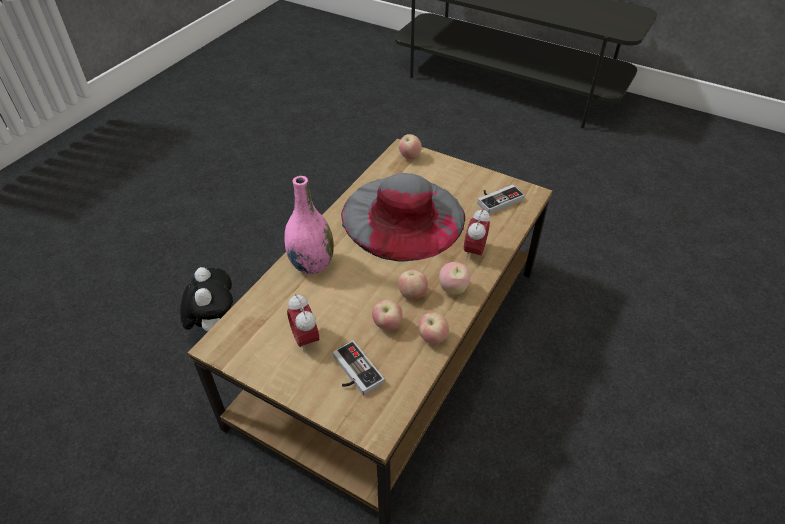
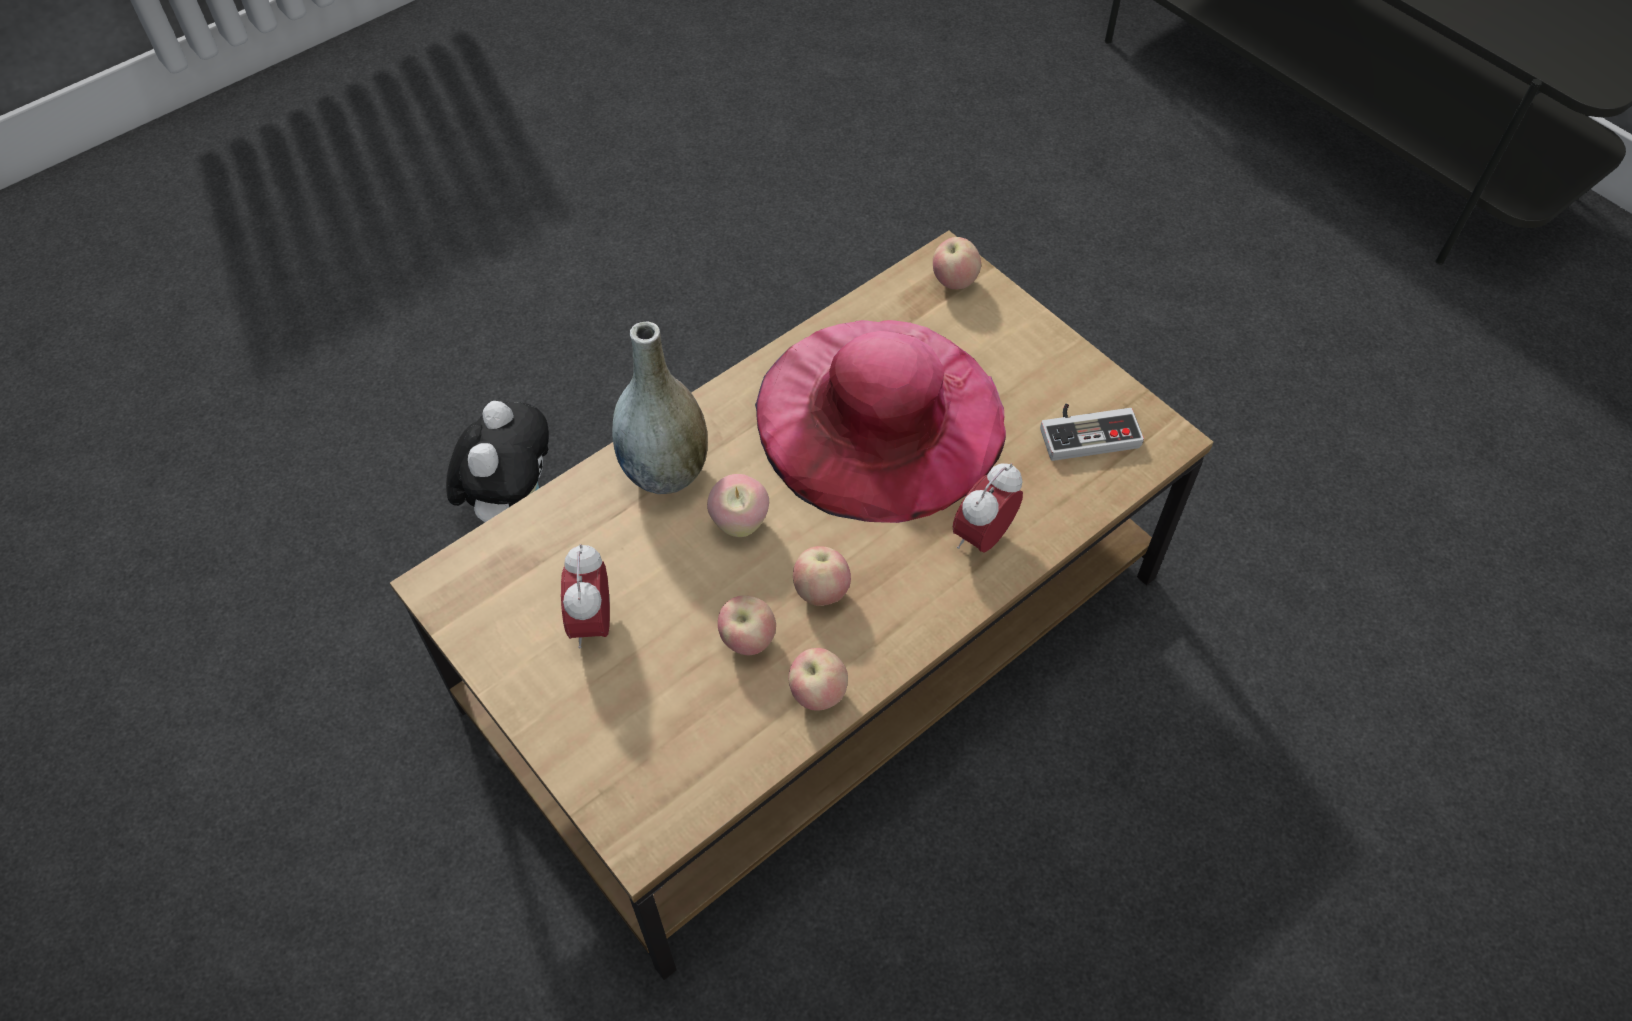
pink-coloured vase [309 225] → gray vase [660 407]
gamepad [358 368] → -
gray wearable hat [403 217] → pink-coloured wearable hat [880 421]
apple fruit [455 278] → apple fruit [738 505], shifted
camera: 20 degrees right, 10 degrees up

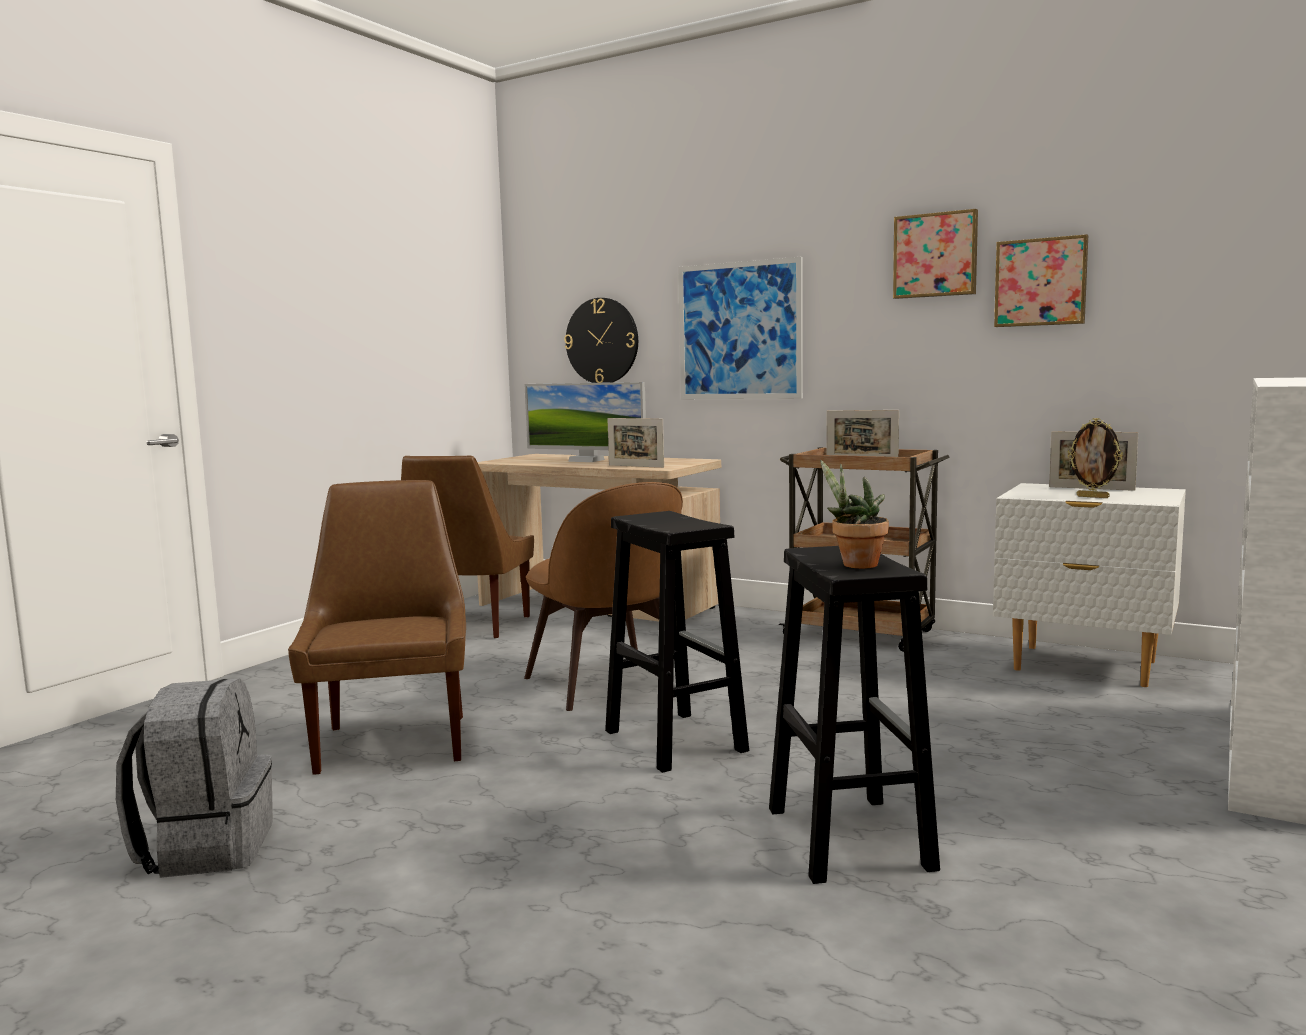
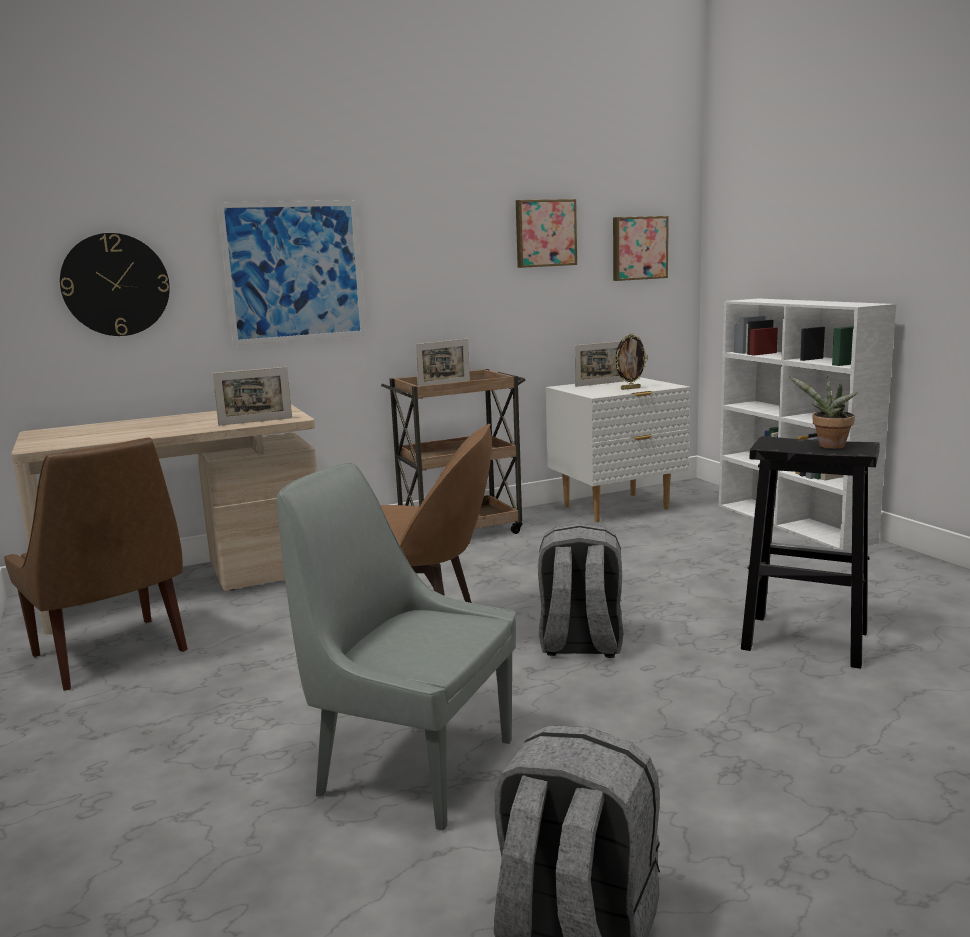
brown upright chair [377 627] → gray upright chair [396 646]
computer screen [585 422] → -
black stool [677 642] → gray rucksack [580 590]
wall picture [935 254] → wall picture [641 248], shifted
camera: 55 degrees left, 5 degrees up

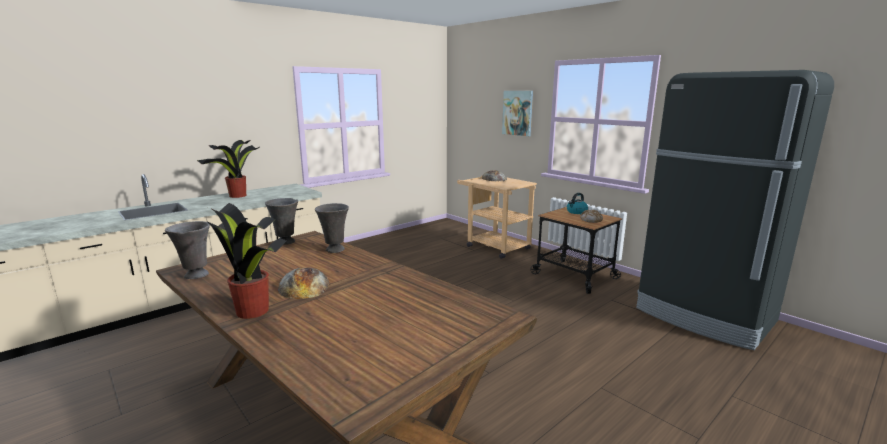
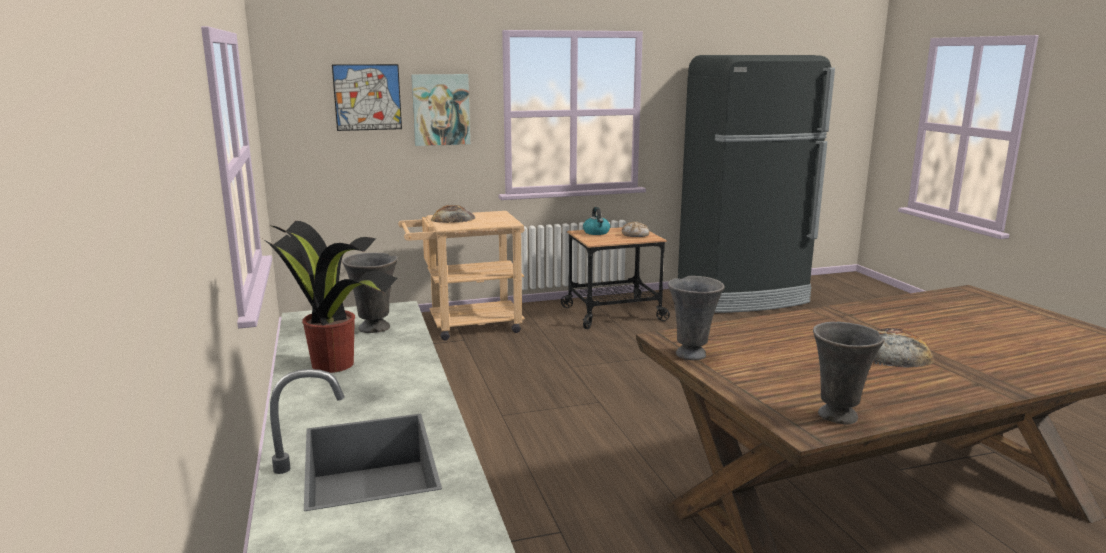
houseplant [246 261] → -
gray vase [332 228] → gray vase [370 293], shifted
- → wall picture [367 97]
camera: 65 degrees left, 0 degrees up

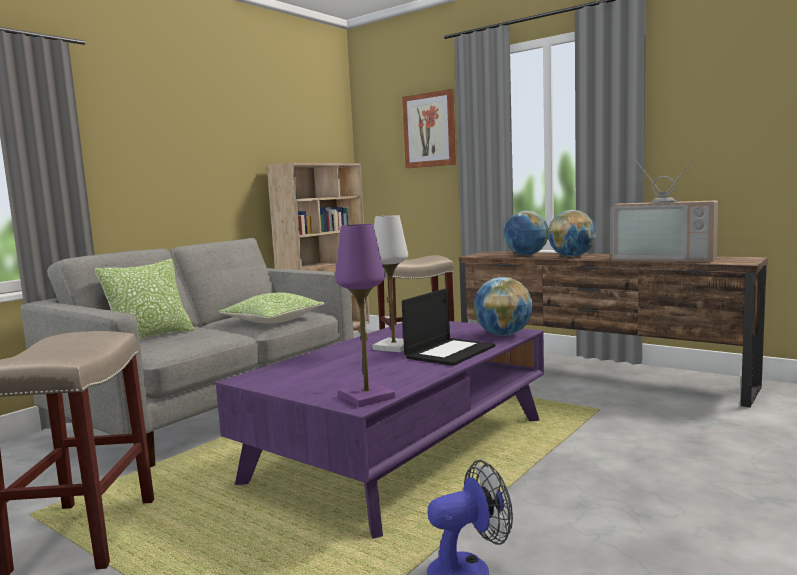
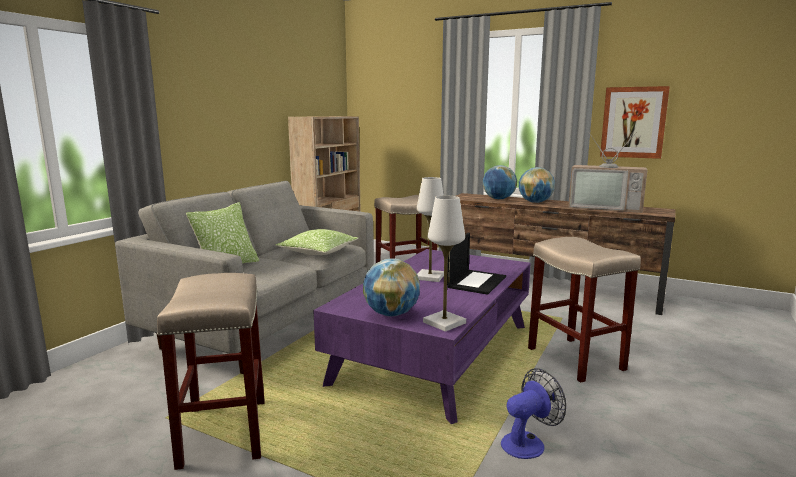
purple lamp for a table [365 315] → white lamp for a table [444 264]
wall picture [429 128] → wall picture [635 122], shifted
globe [502 306] → globe [391 287], shifted
- → beige stool [584 310]
camera: 10 degrees left, 5 degrees up

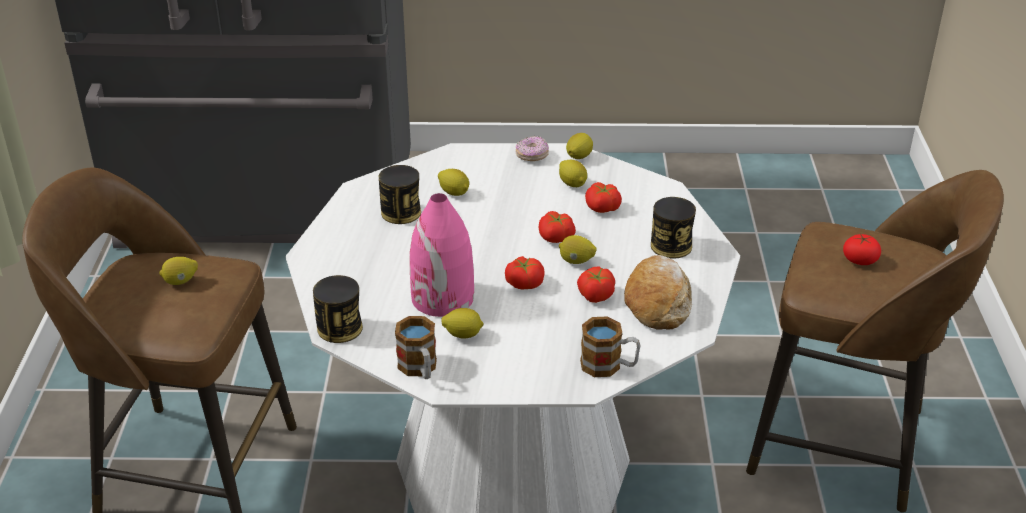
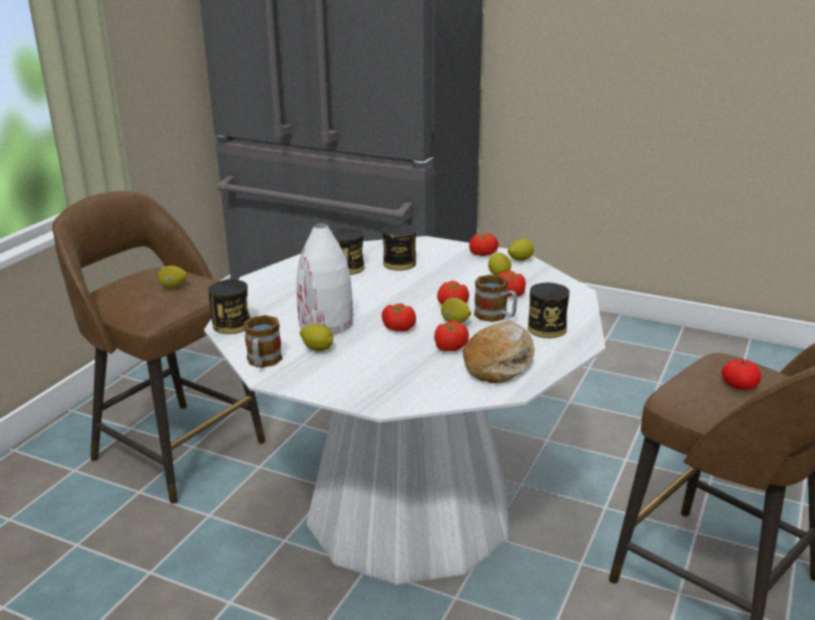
pink-coloured vase [442 255] → white vase [325 279]
whole lemon [453 182] → can [399 247]
doughnut [532 148] → whole tomato [483 244]
mug [610 346] → mug [496 298], shifted
camera: 25 degrees right, 10 degrees down

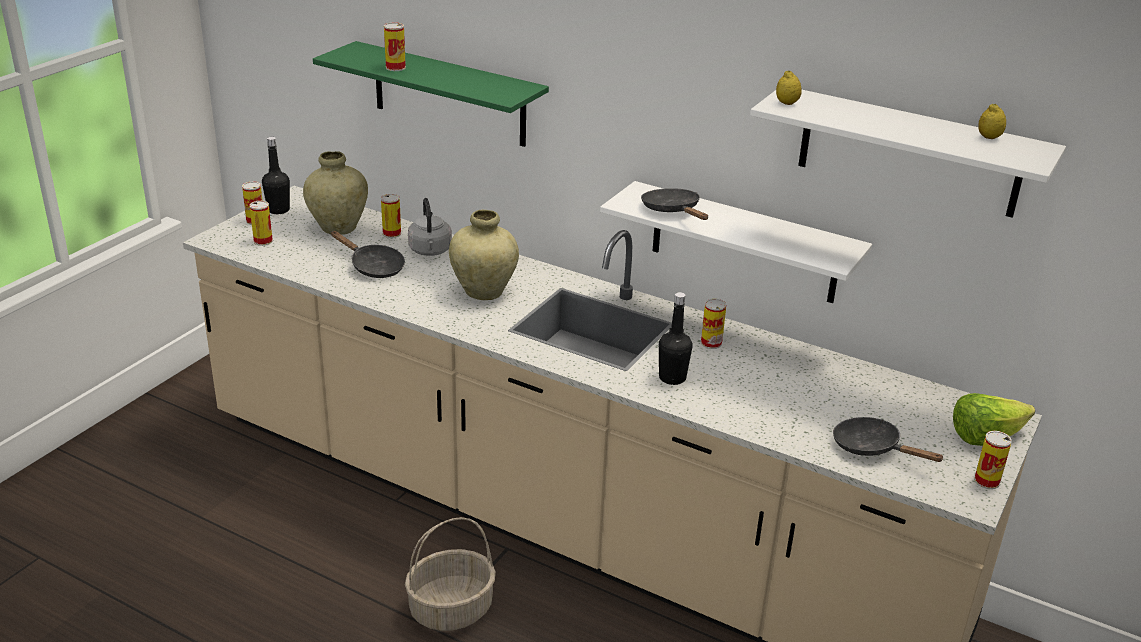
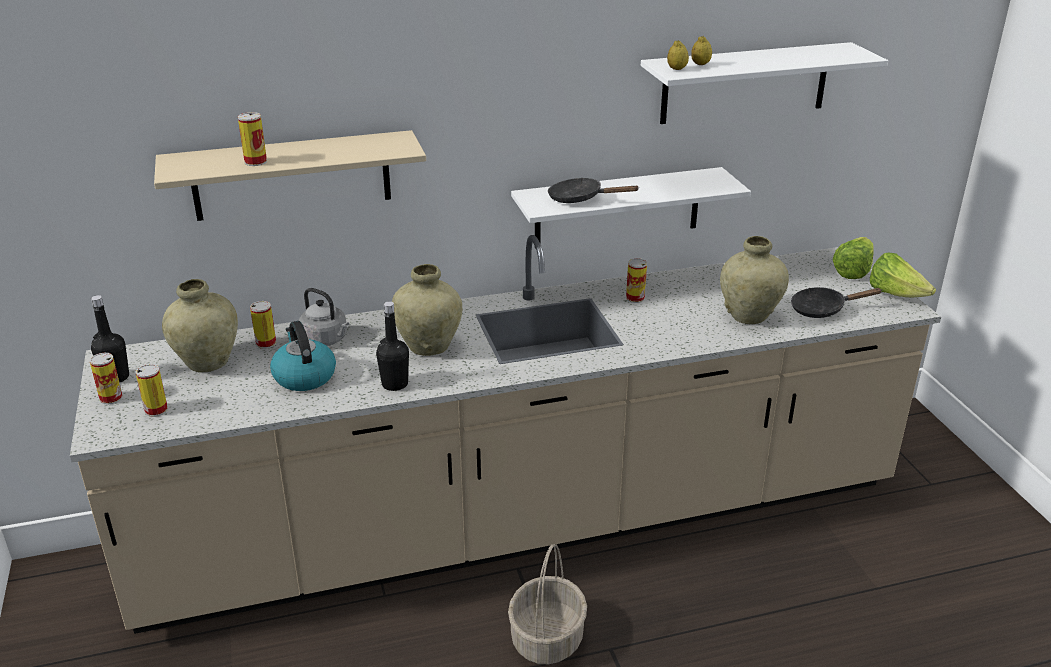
greenish wall shelf [431 94] → beige wall shelf [290 175]
black skillet [368 254] → kettle [303 356]
black drink bottle [676 338] → black drink bottle [392 346], shifted
can [993 460] → lettuce head [903 275]
whole lemon [992 121] → whole lemon [701 50], shifted
- → beige vase [754 280]
camera: 45 degrees left, 0 degrees up

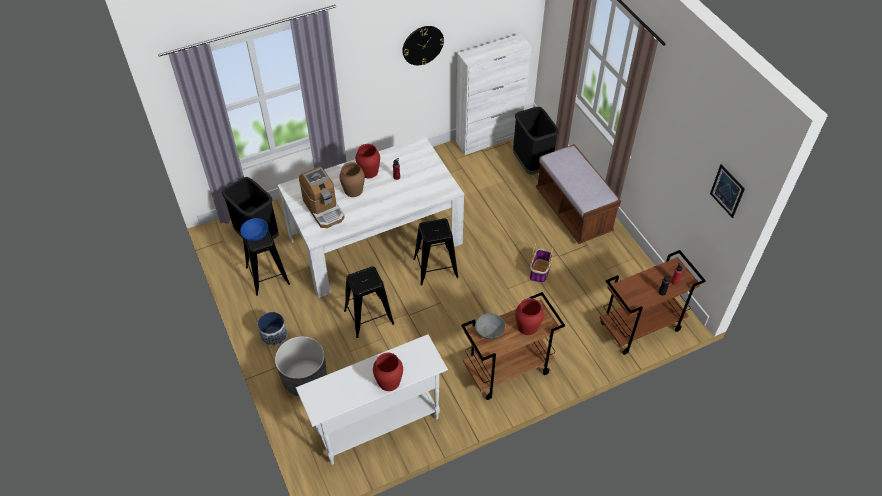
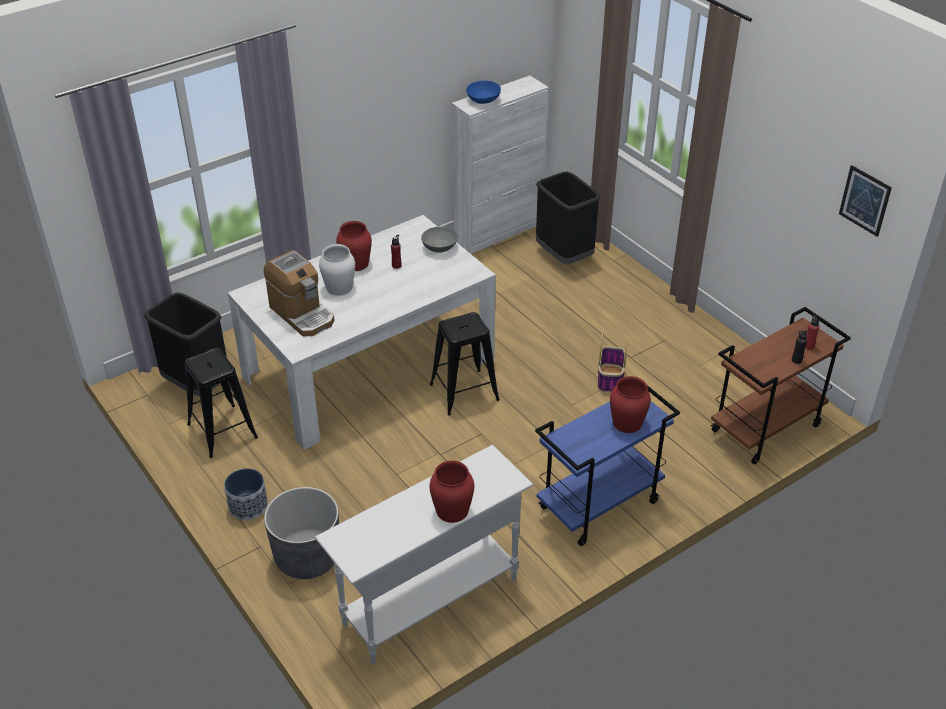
blue-coloured deep dish [254 229] → blue-coloured deep dish [483 92], shifted
brown vase [352 179] → white vase [337 270]
black stool [369 302] → -
wall clock [423 45] → -
brown cart [513 346] → blue-coloured cart [607 465]
gray deep dish [490 326] → gray deep dish [439 240], shifted
brown indoor bench [578 194] → -
camera: 10 degrees left, 10 degrees down

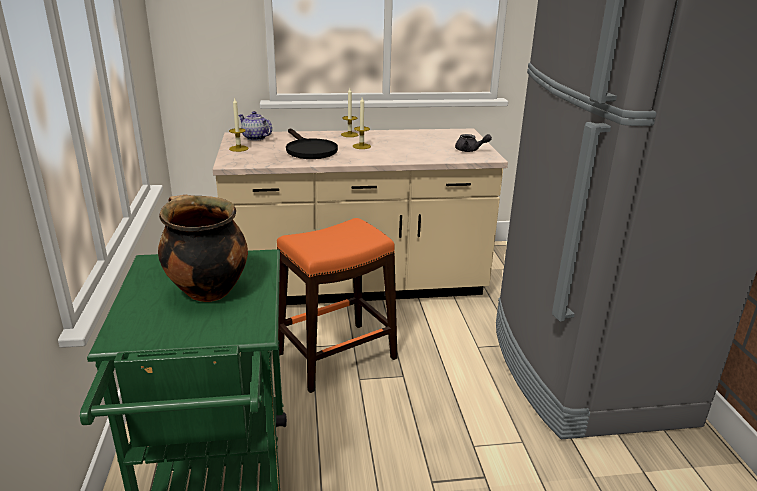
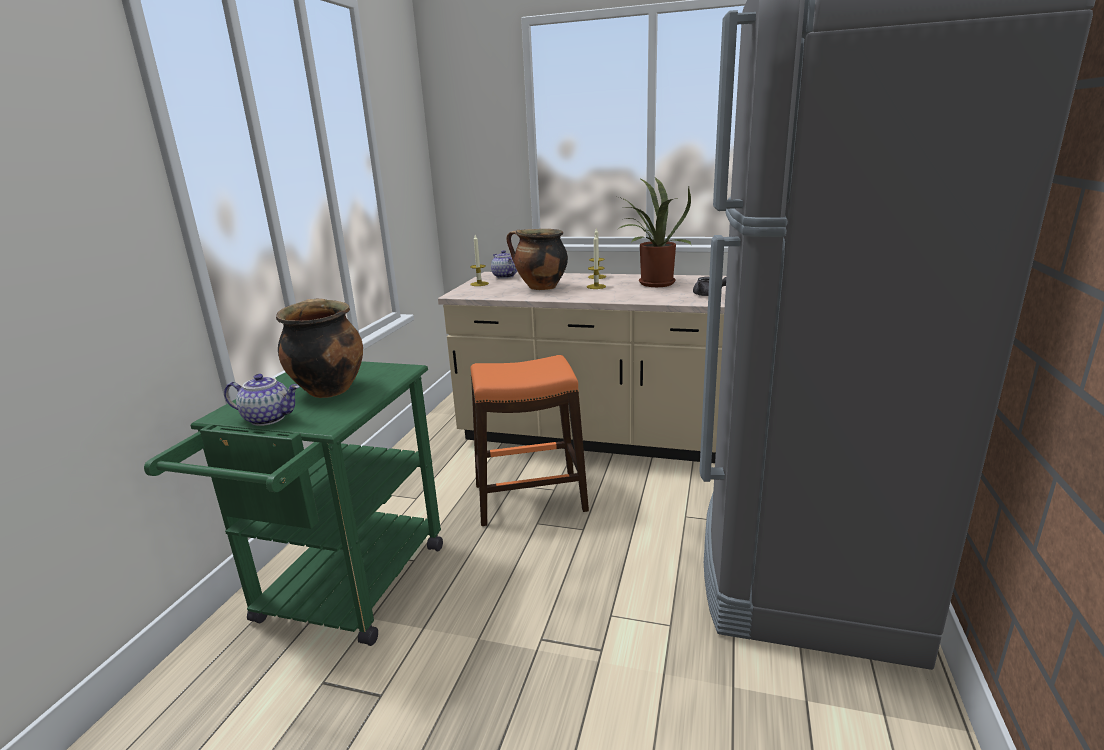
black skillet [312 143] → cooking pot [537 259]
- → teapot [261 400]
- → houseplant [654 232]
camera: 25 degrees right, 5 degrees down

